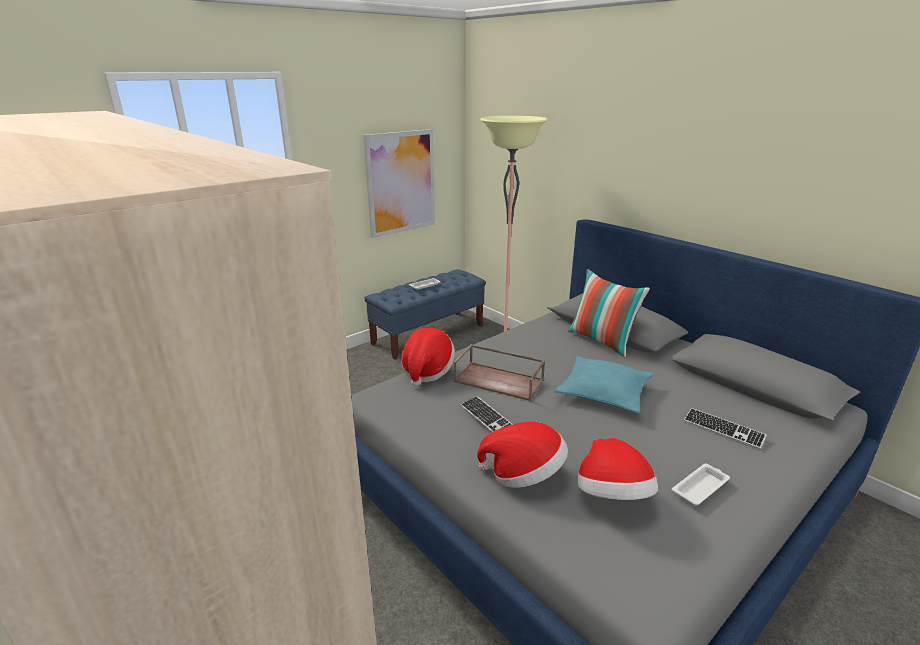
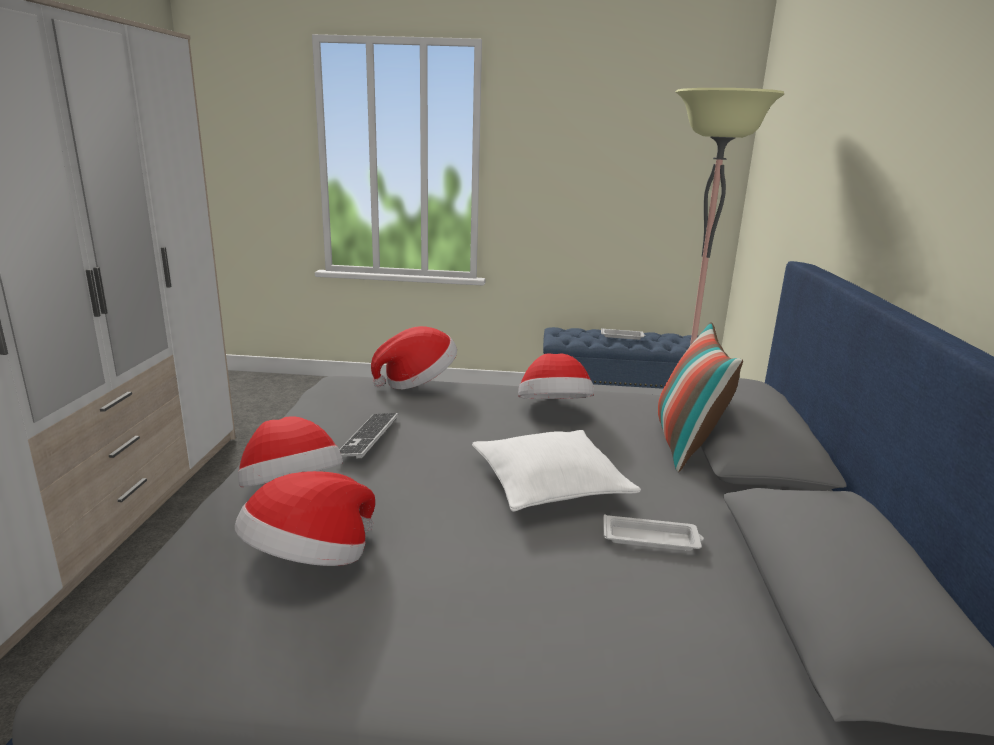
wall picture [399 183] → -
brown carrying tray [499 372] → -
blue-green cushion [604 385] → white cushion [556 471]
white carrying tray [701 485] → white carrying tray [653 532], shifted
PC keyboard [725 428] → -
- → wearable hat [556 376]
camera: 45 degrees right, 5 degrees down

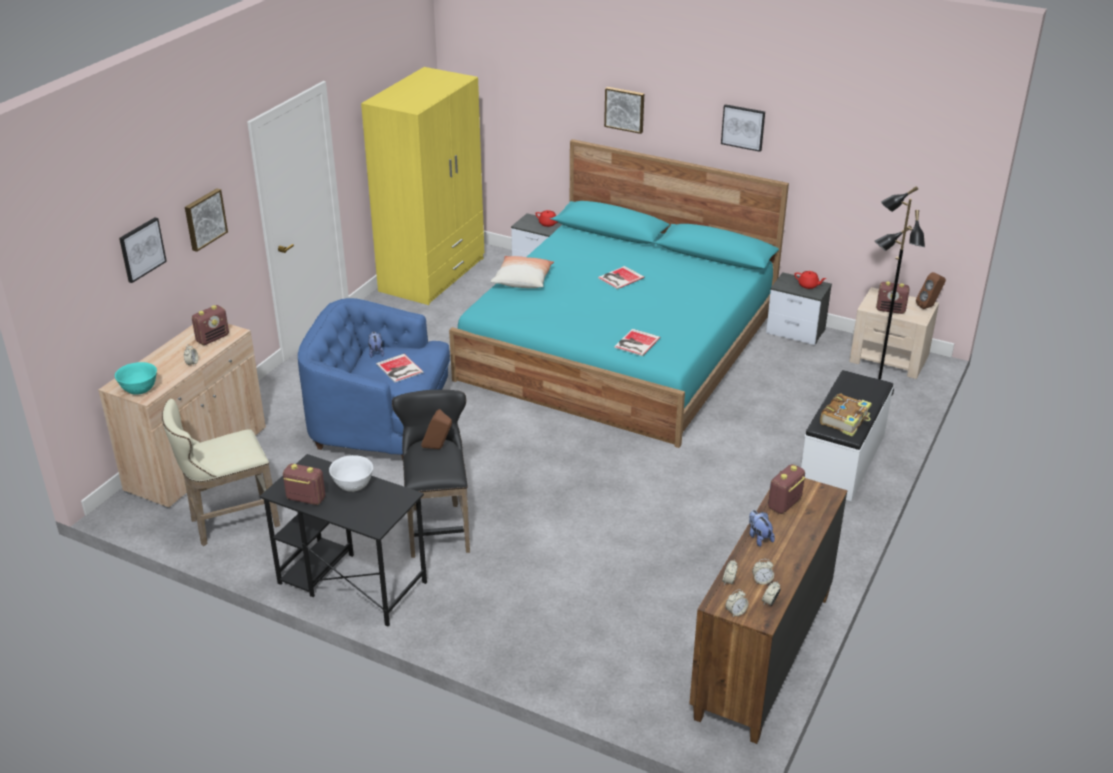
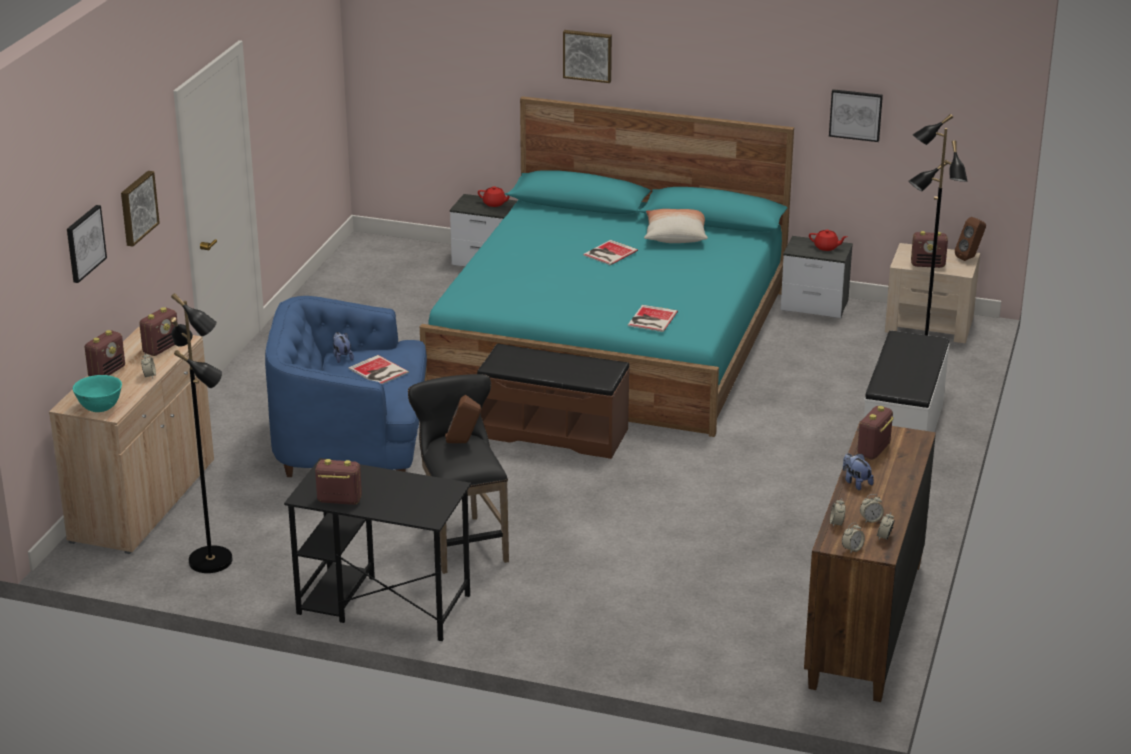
beige stool [221 472] → black standing lamp [202 433]
white deep dish [351 473] → -
yellow-coloured clothes cupboard [422 186] → -
cushion [522 272] → cushion [676 226], shifted
wall picture [743 128] → wall picture [856 115], shifted
volume [846 415] → -
- → radio set [105 353]
- → brown indoor bench [553 401]
camera: 10 degrees left, 5 degrees down

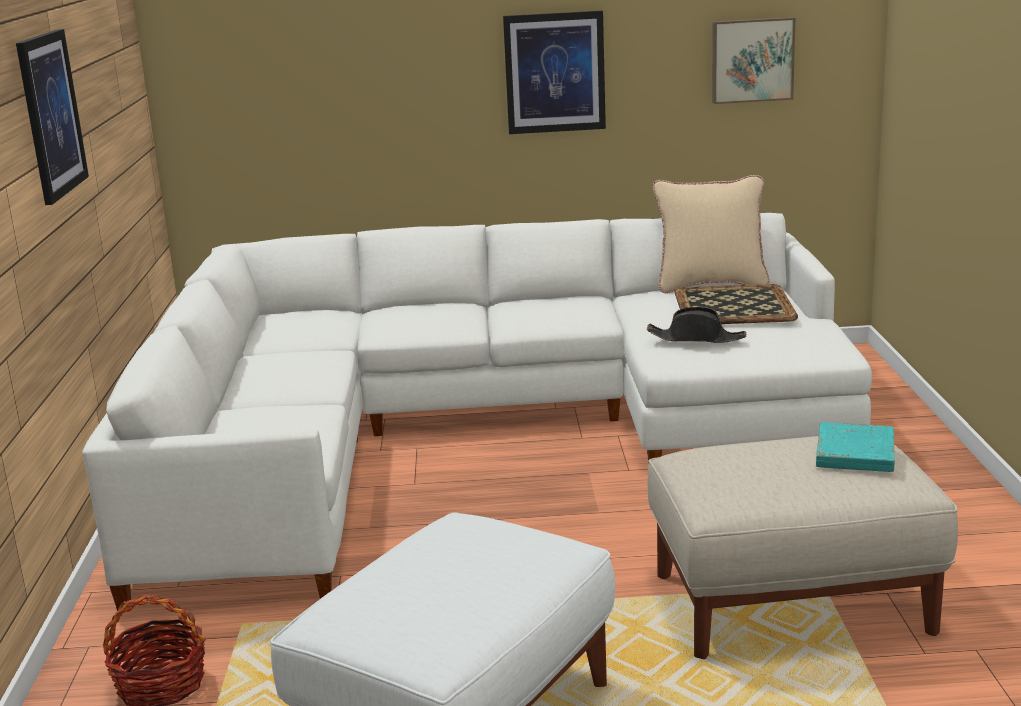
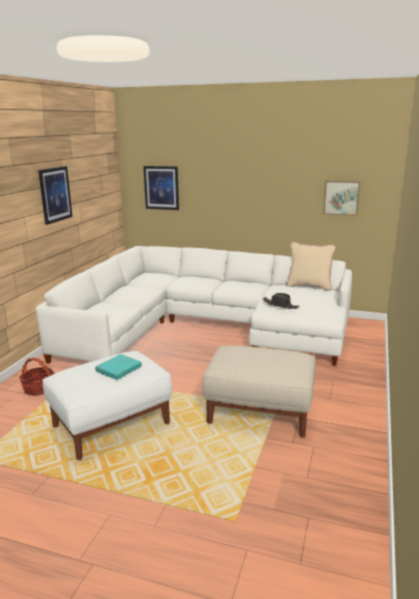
wall picture [554 72] → wall picture [161 188], shifted
carrying tray [736 304] → -
blue-green volume [855 447] → blue-green volume [118 367], shifted
camera: 20 degrees right, 0 degrees up

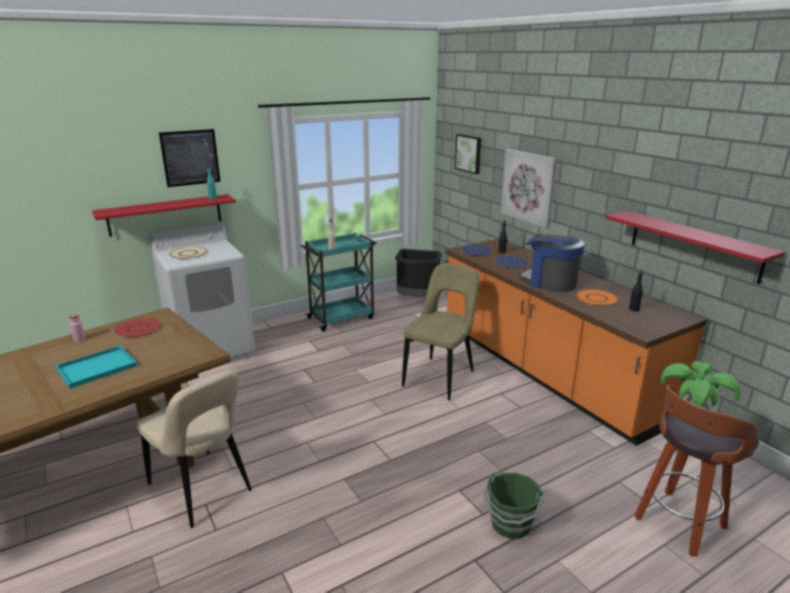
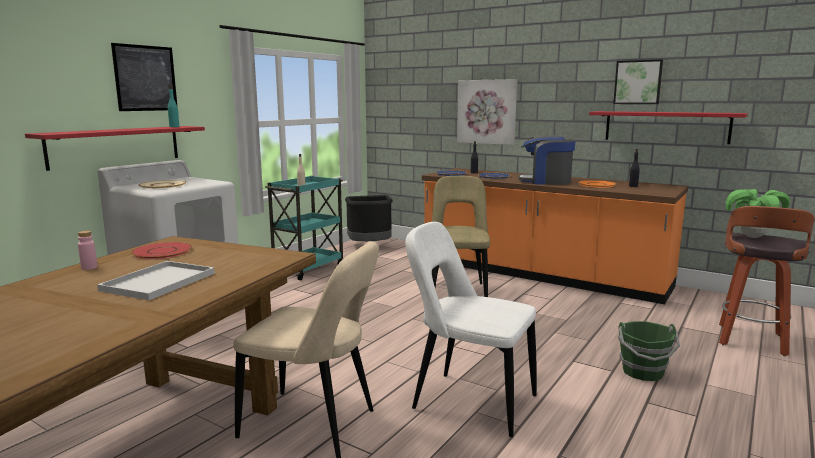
blue-green carrying tray [96 367] → white carrying tray [156 280]
wall picture [468 154] → wall picture [638 81], shifted
- → white upright chair [471 329]
camera: 25 degrees left, 10 degrees down

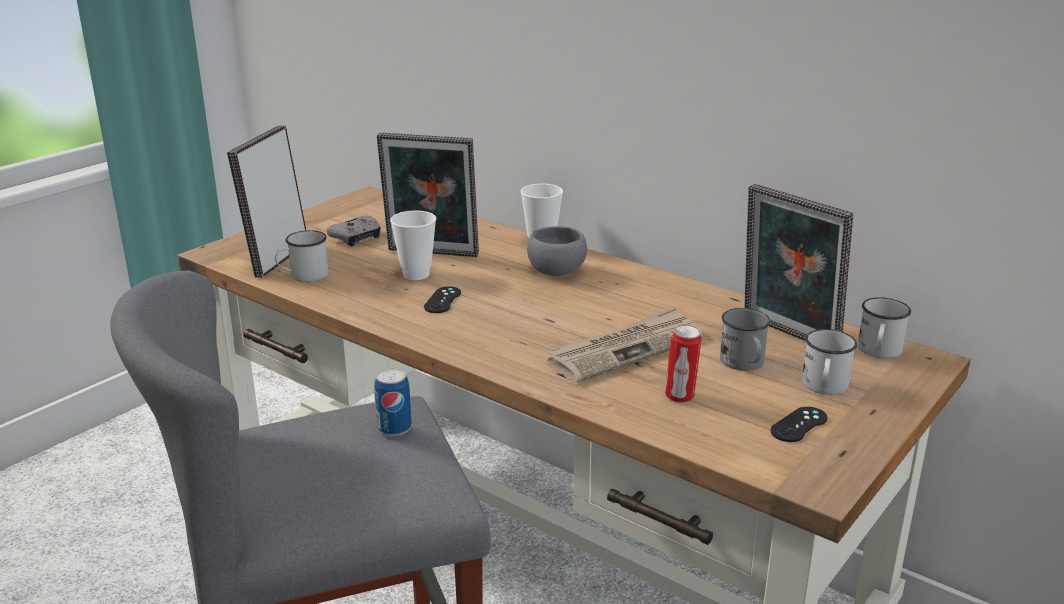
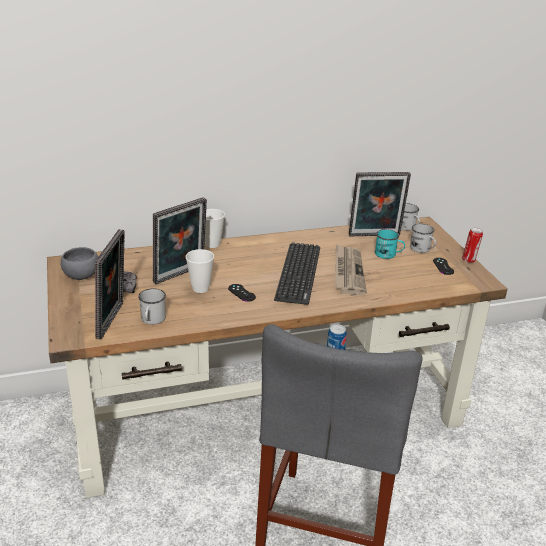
photo frame [266 201] → photo frame [110 284], 135 degrees counterclockwise
gray deep dish [557 251] → gray deep dish [79 263], shifted
can [683 364] → can [472 245], shifted
gray mug [745 339] → blue-green mug [390 244]
- → PC keyboard [297 274]
camera: 55 degrees left, 5 degrees up

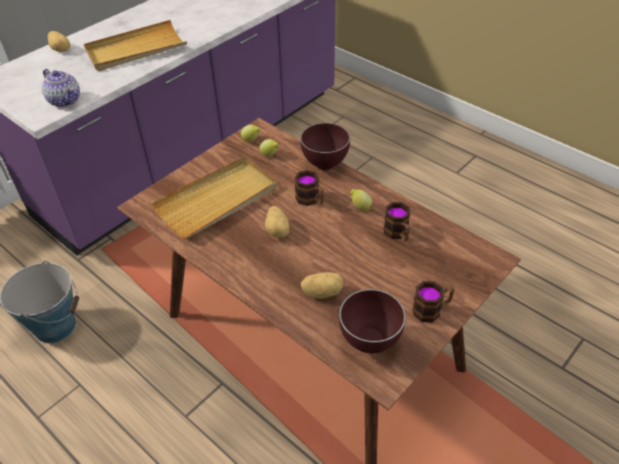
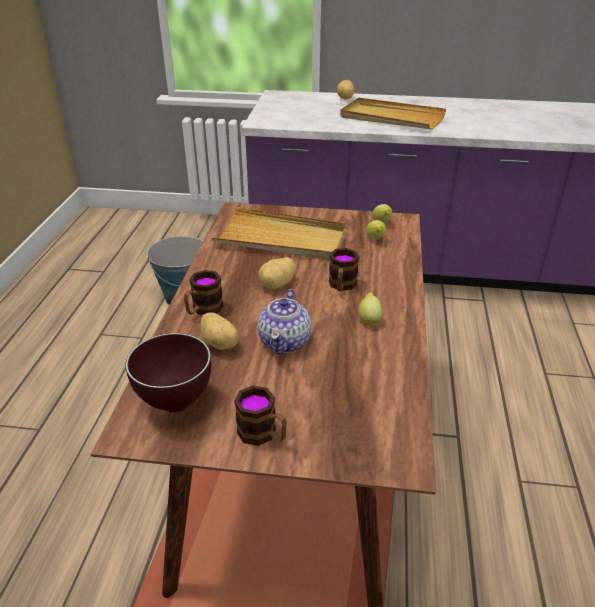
teapot [61 88] → teapot [284 321], shifted
brown deep dish [325 147] → -
mug [397 222] → mug [203 292], shifted
camera: 55 degrees right, 10 degrees down

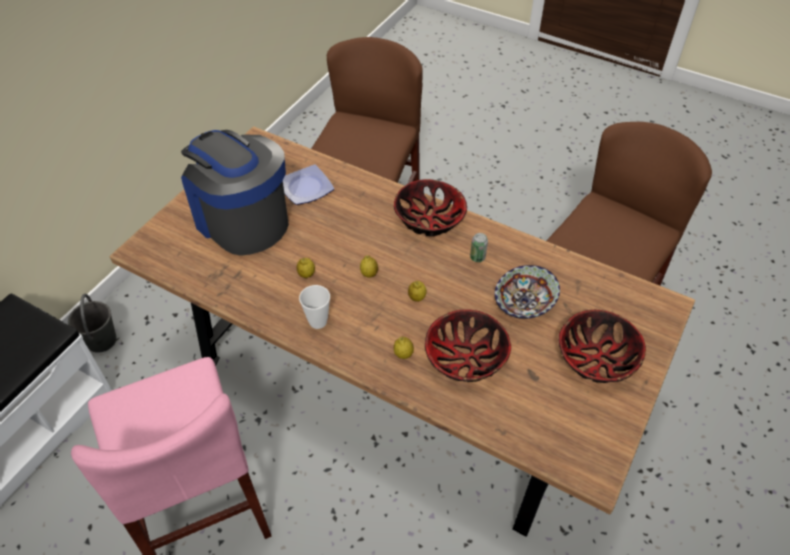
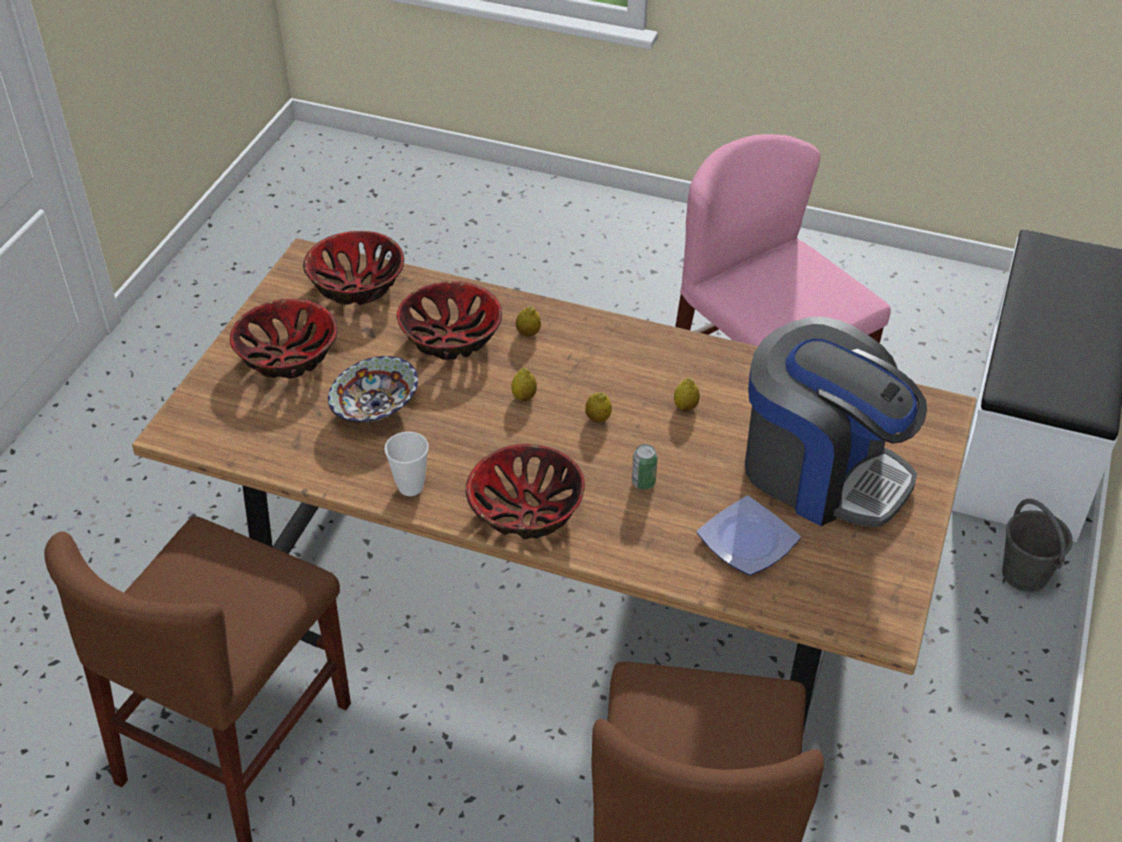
cup [314 307] → cup [406 464], shifted
can [479 247] → can [645 467], shifted
- → deep dish [353 268]
camera: 170 degrees right, 5 degrees down

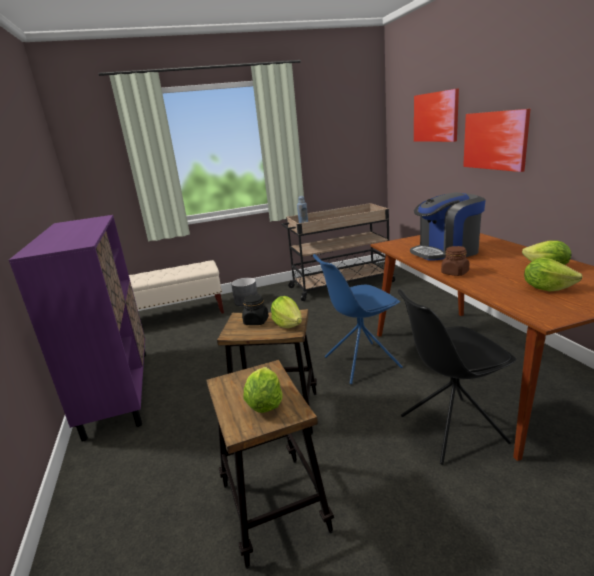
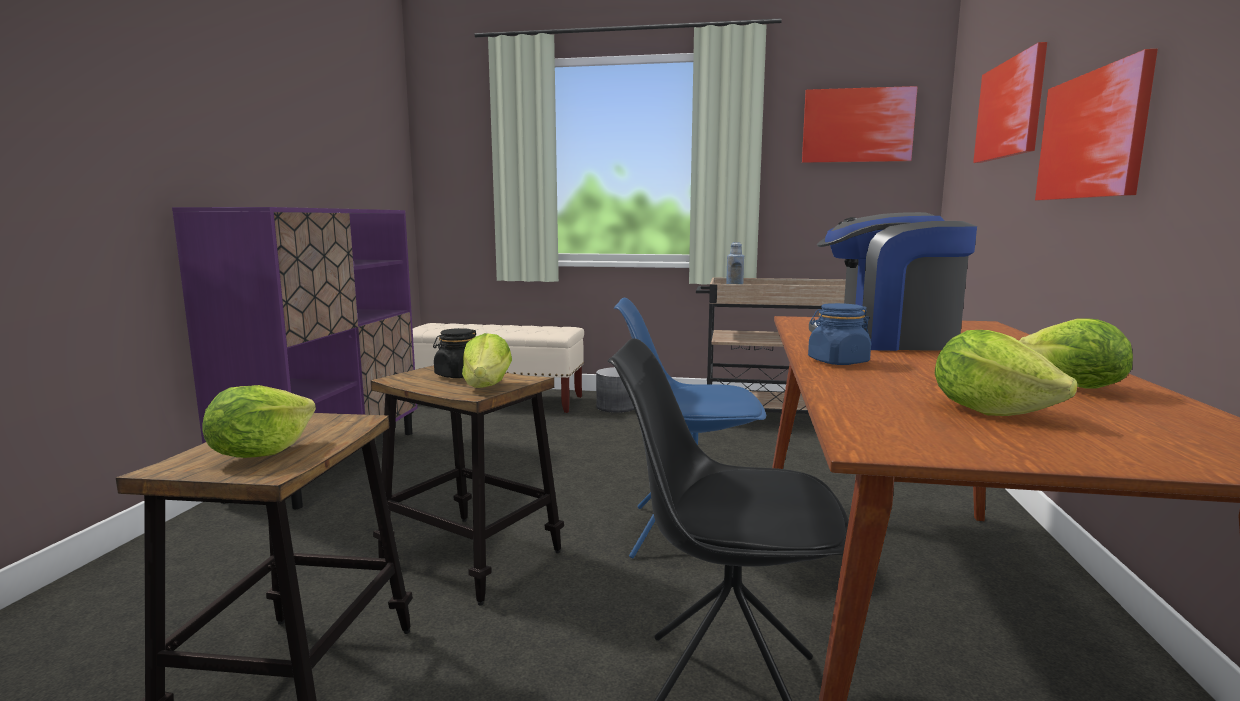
brown jar [455 261] → blue-coloured jar [839 334]
- → wall picture [860 124]
camera: 25 degrees right, 10 degrees down

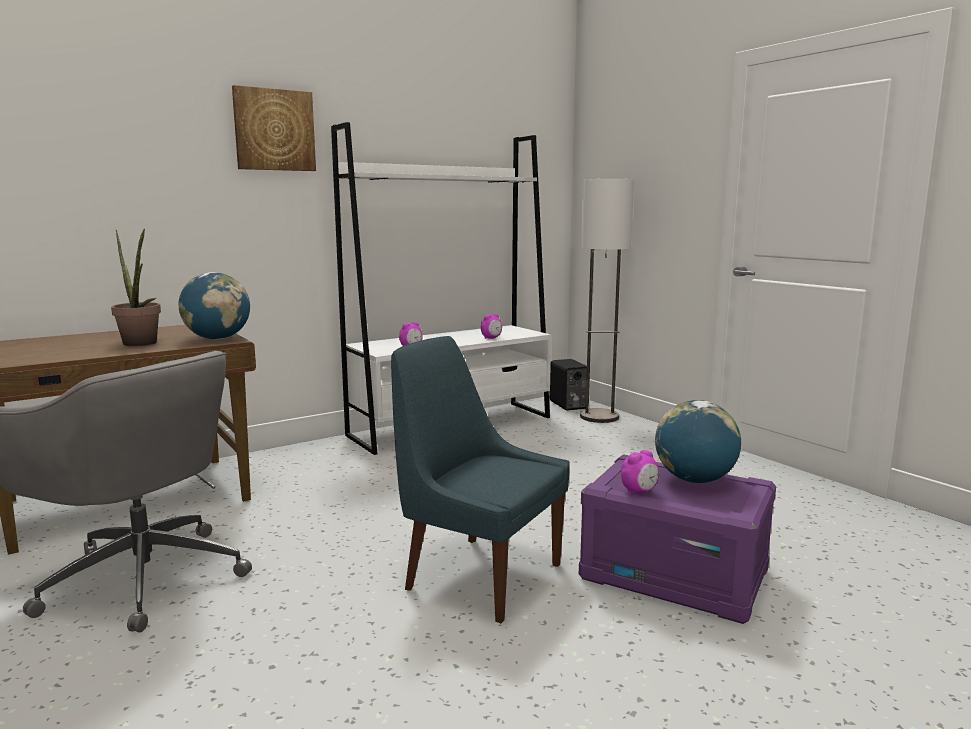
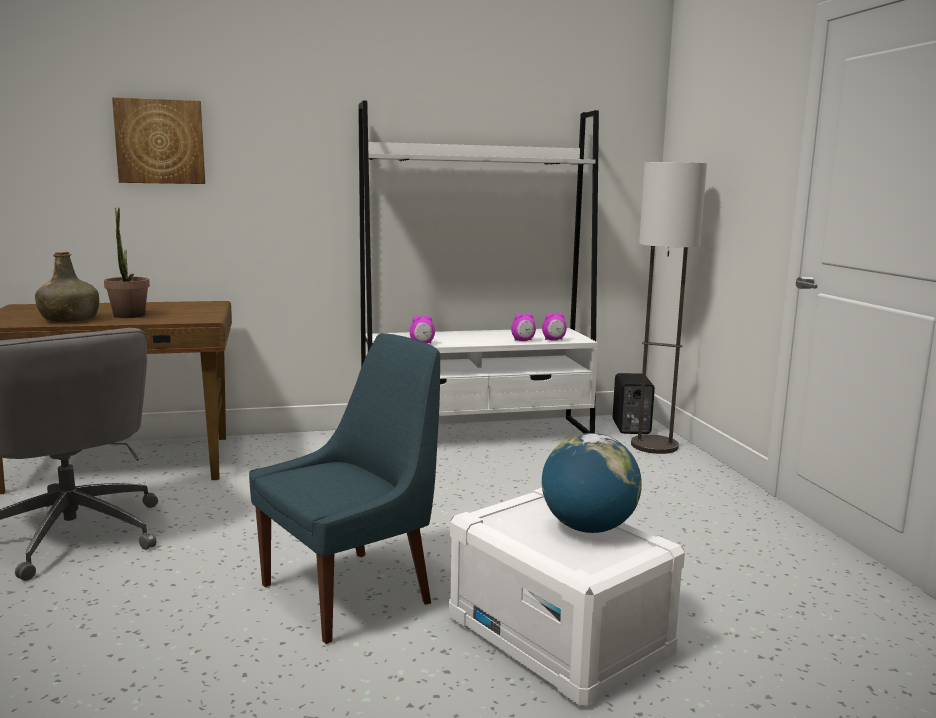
globe [214 305] → -
wall picture [274 128] → wall picture [158 140], shifted
blue-coloured upright chair [480 479] → blue-coloured upright chair [344 488], 90 degrees clockwise
purple storage container [677 539] → white storage container [567 598]
bedside clock [640 472] → bedside clock [554 327], shifted
- → greenish drink bottle [67 287]
camera: 20 degrees right, 0 degrees up

